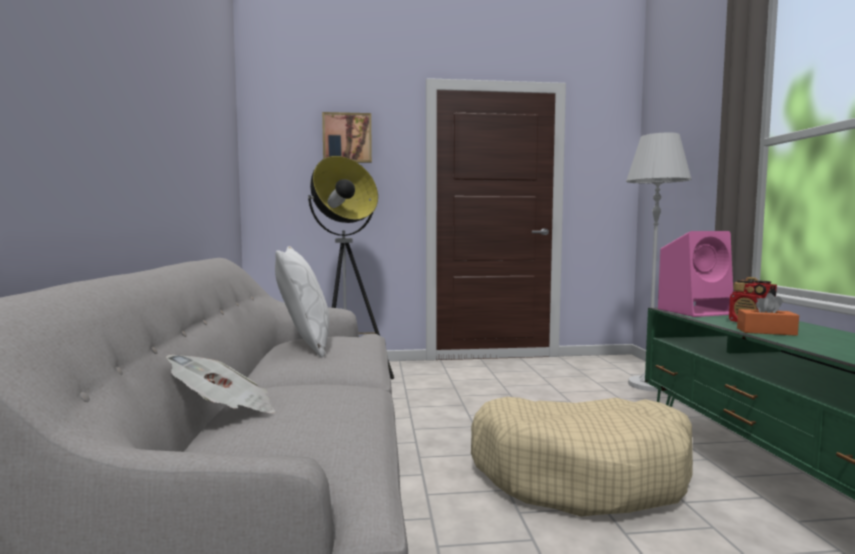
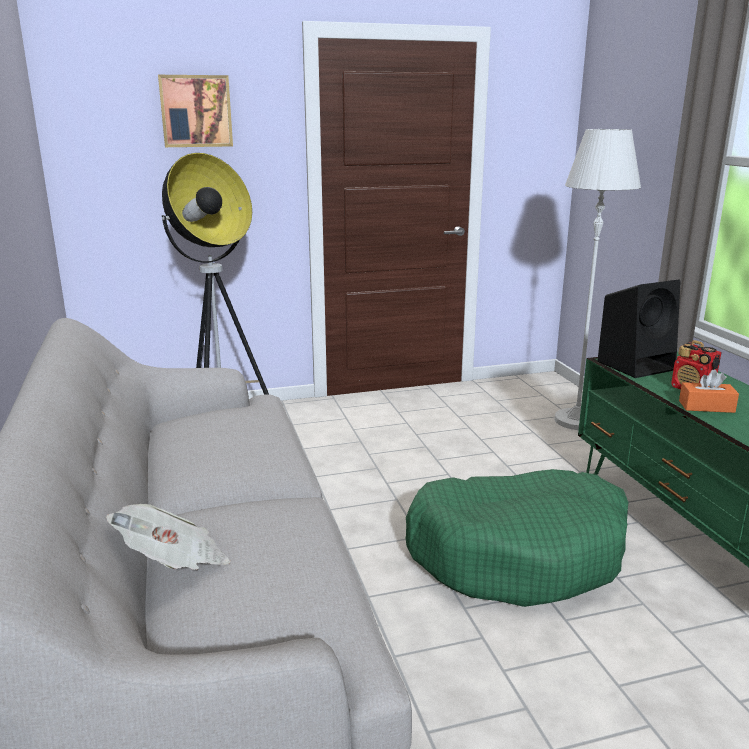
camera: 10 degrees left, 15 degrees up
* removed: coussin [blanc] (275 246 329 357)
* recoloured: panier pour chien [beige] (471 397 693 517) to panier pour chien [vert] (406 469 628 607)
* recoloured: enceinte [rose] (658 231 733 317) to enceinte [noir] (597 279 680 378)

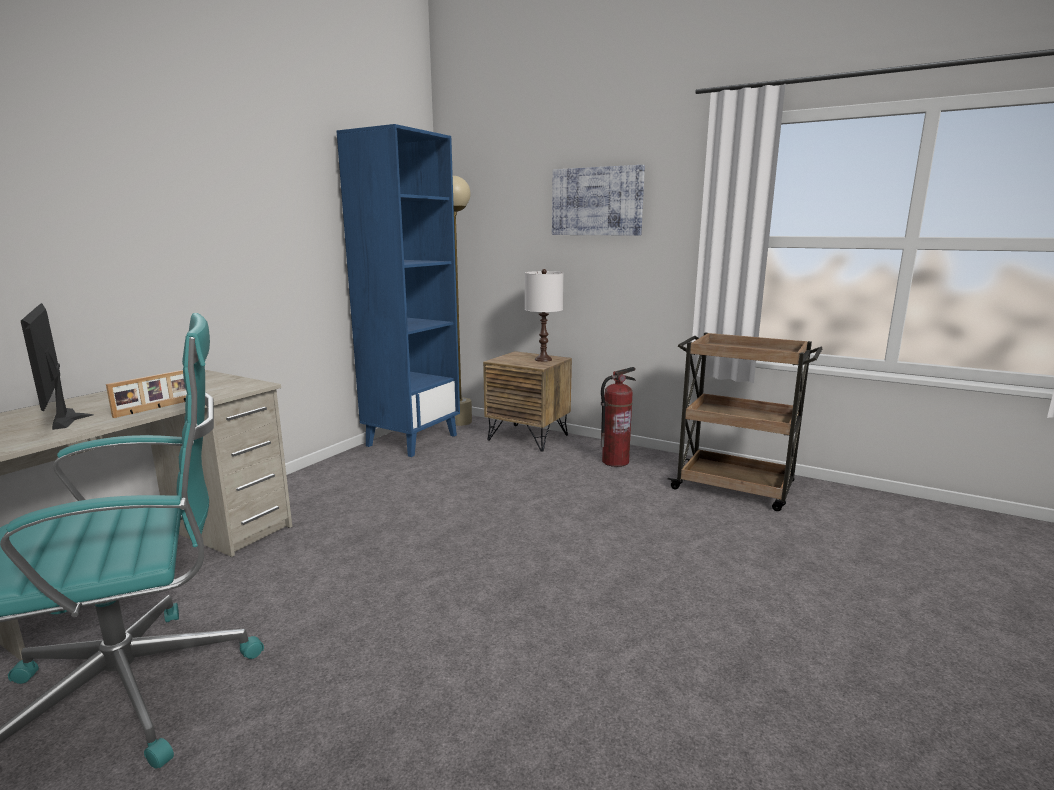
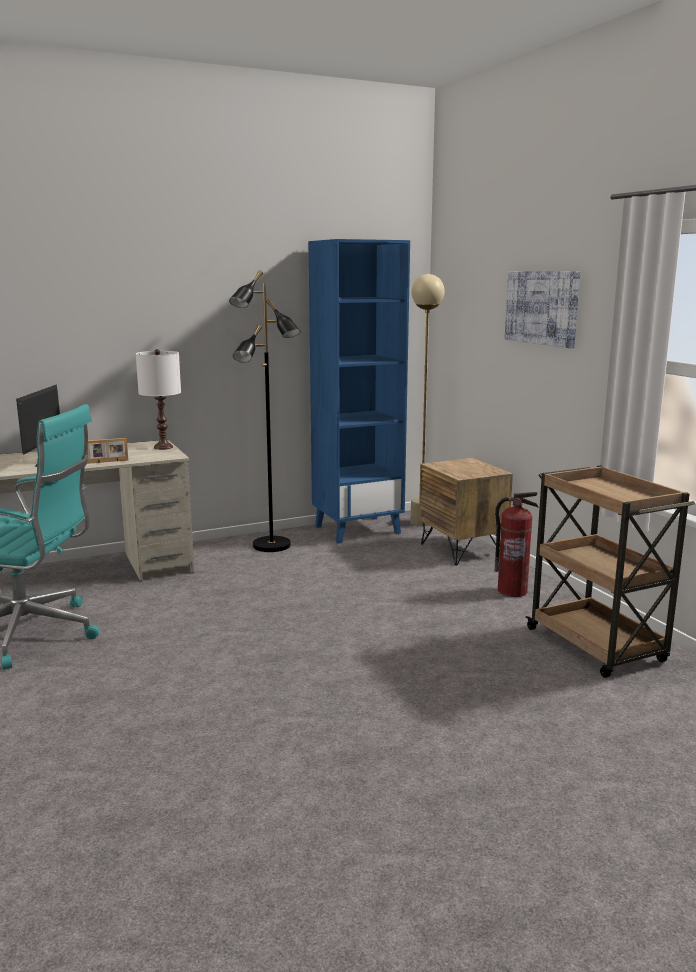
camera: 35 degrees right, 0 degrees up
* added: lampadaire [noir] (229 270 301 552)
* moved: lampe de table [blanc] (525 269 564 362) to (136 349 181 450)

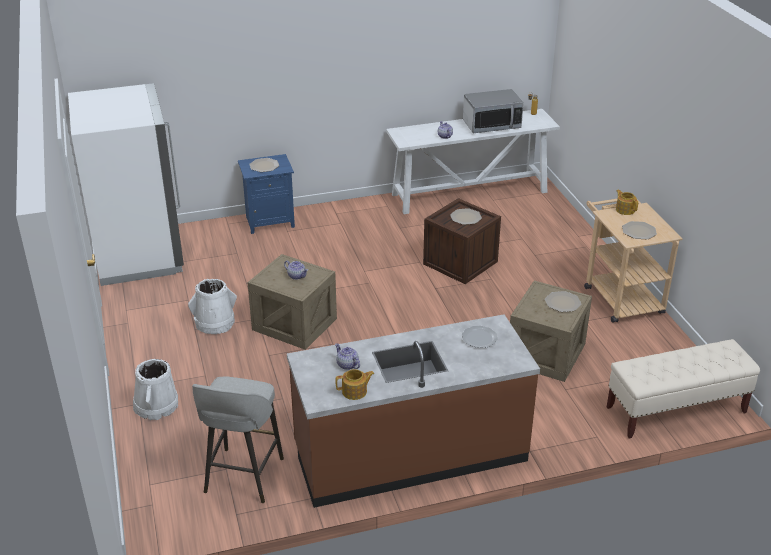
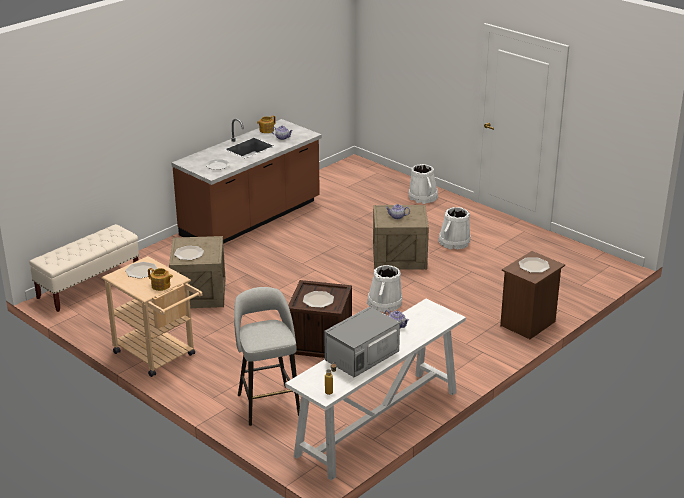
camera: 150 degrees right, 5 degrees down
* removed: réfrigérateur [blanc] (68 83 184 286)
* added: seau [blanc] (367 265 402 313)
* moved: tabouret [gris] (192 376 284 503) to (234 287 300 426)
* recoloured: table de chevet [bleu] (238 154 295 234) to table de chevet [marron] (500 251 565 339)

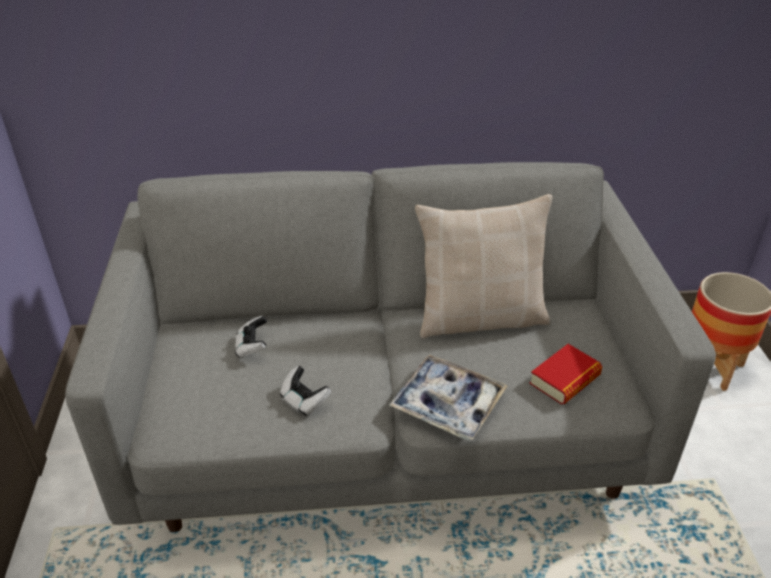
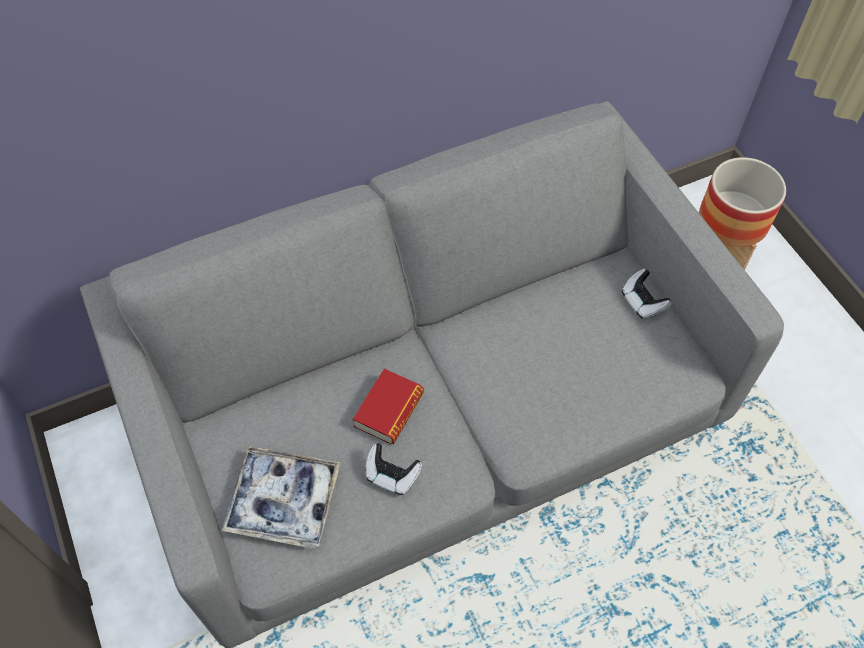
camera: 20 degrees left, 20 degrees up
* removed: coussin [beige] (415 194 552 338)
* moved: manette (235 316 267 358) to (621 269 672 319)
* moved: plateau (389 355 508 440) to (221 446 341 548)
* moved: livre (529 344 603 405) to (353 369 424 444)

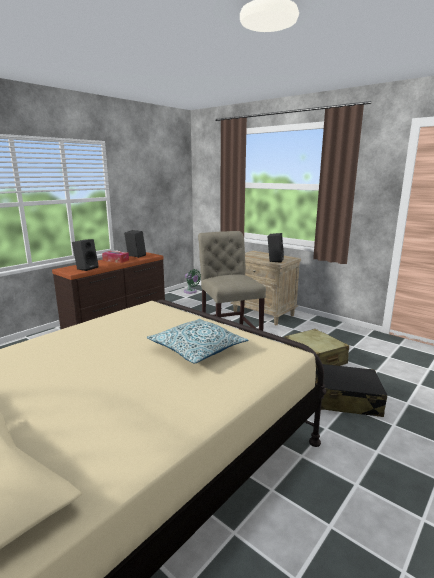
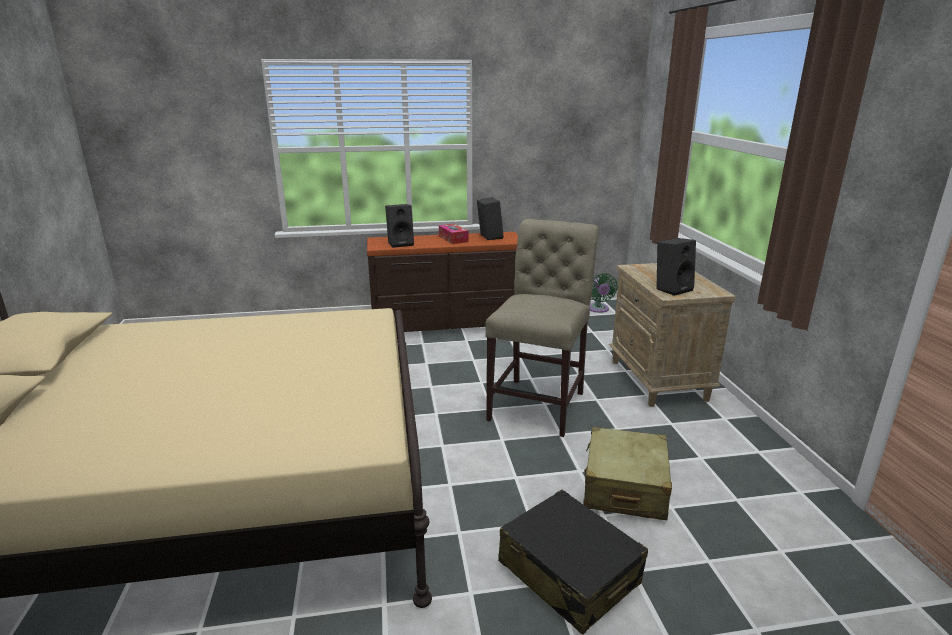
camera: 40 degrees right, 5 degrees up
* removed: coussin (146 319 248 364)

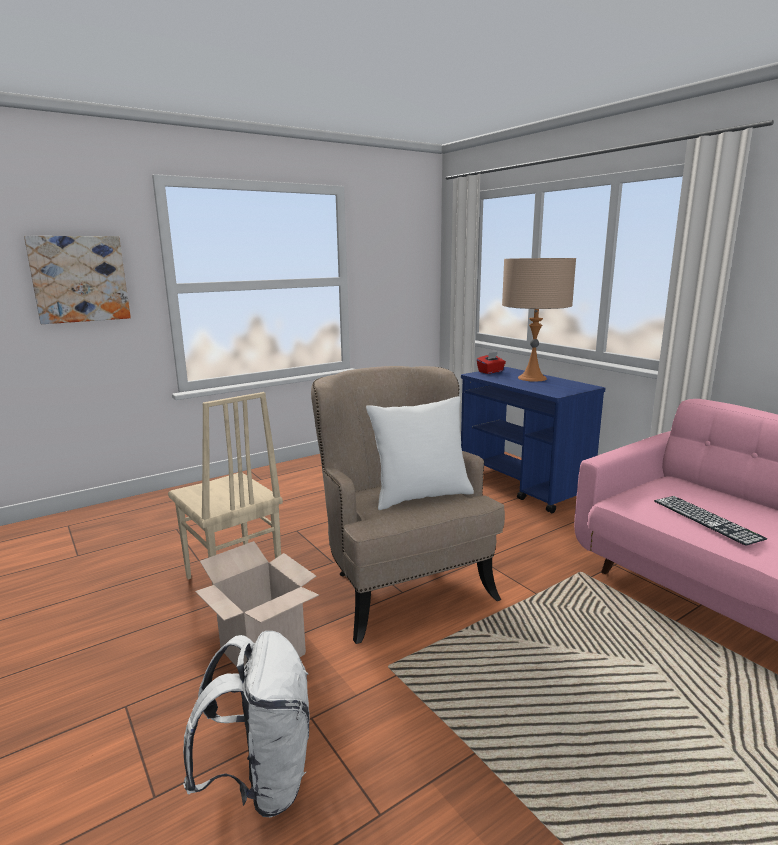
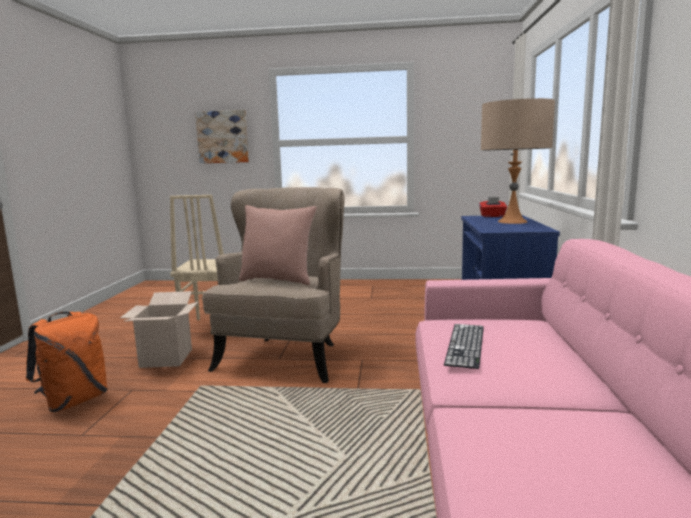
camera: 40 degrees right, 5 degrees down
* recoloured: sac à dos [blanc] (183 631 309 817) to sac à dos [orange] (26 312 108 412)
* recoloured: coussin [blanc] (366 396 474 510) to coussin [rose] (239 205 317 285)

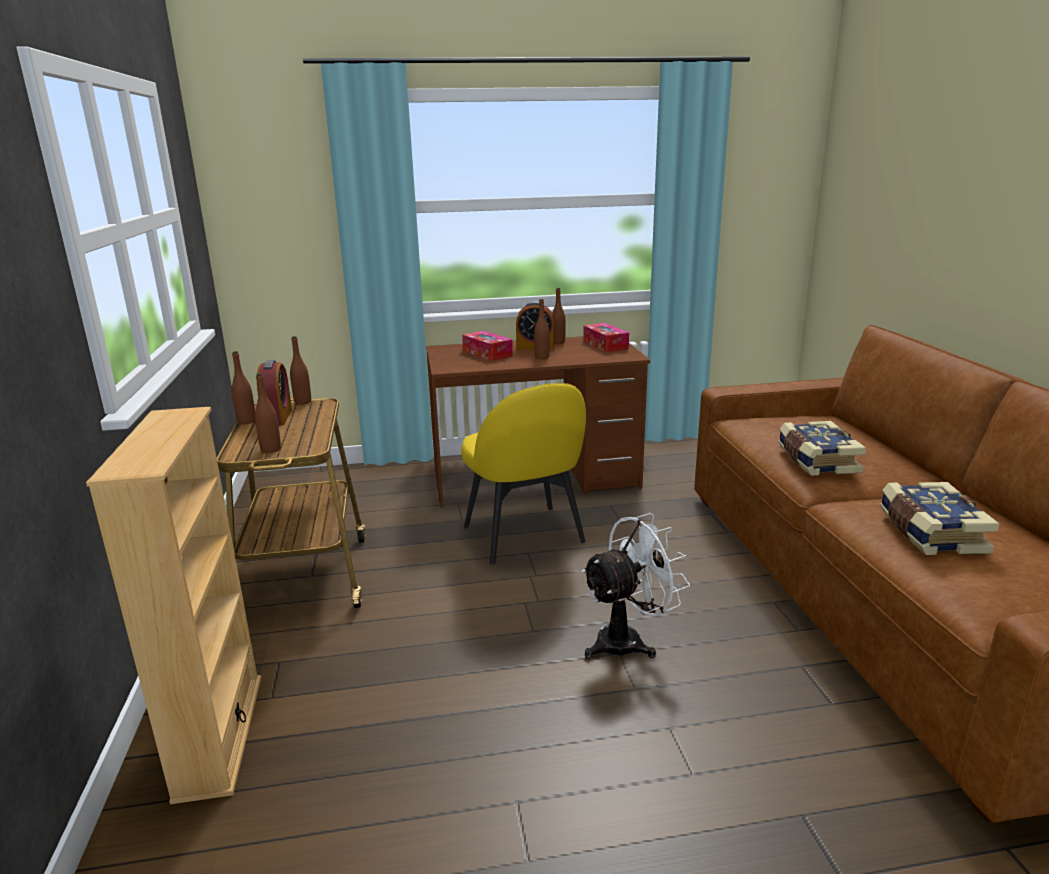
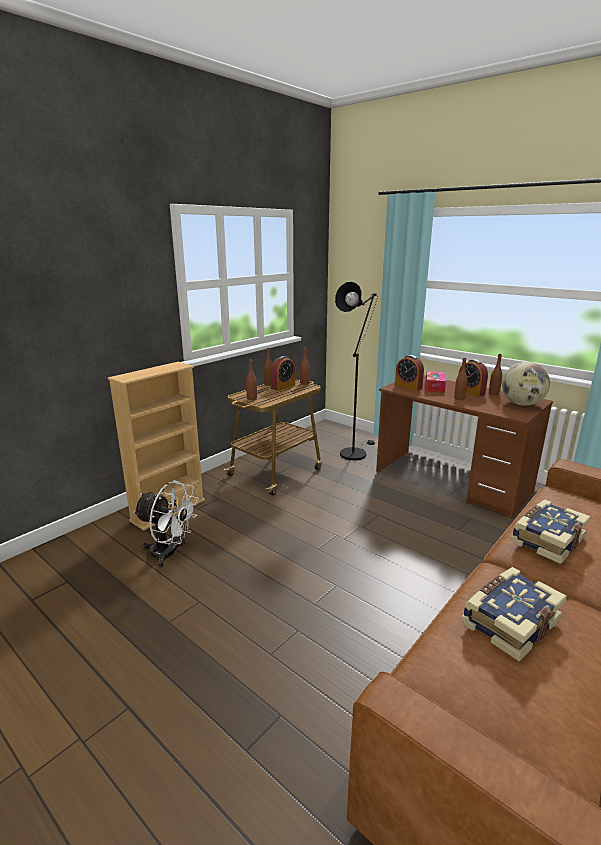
camera: 50 degrees right, 0 degrees up
* removed: chaise [jaune] (461 383 586 564)
* added: lampadaire [noir] (335 282 378 460)
* added: réveil (395 355 424 391)
* moved: ventilateur [blanc] (581 513 690 659) to (133 481 199 568)
* replaced: boîte à mouchoirs (583 323 629 352) to globe (502 362 550 406)

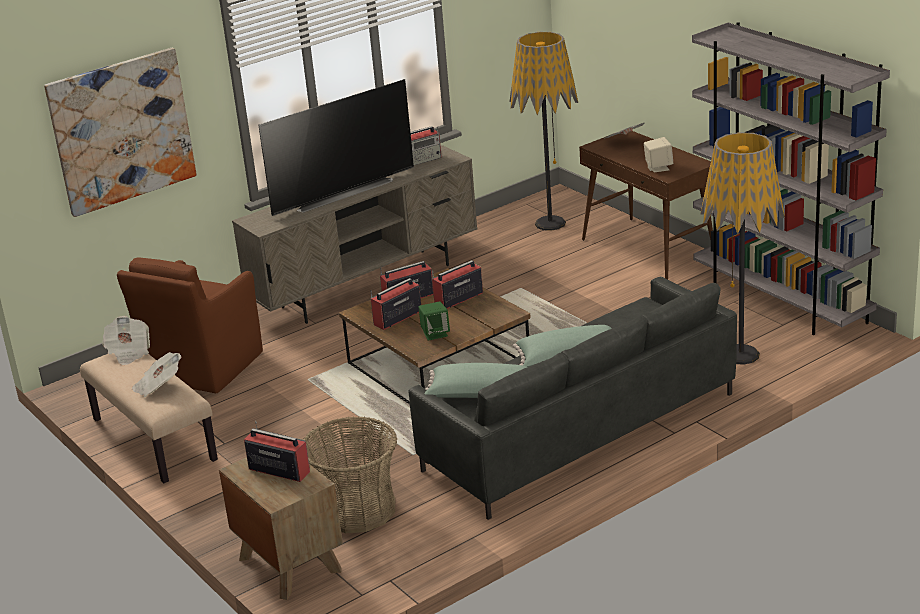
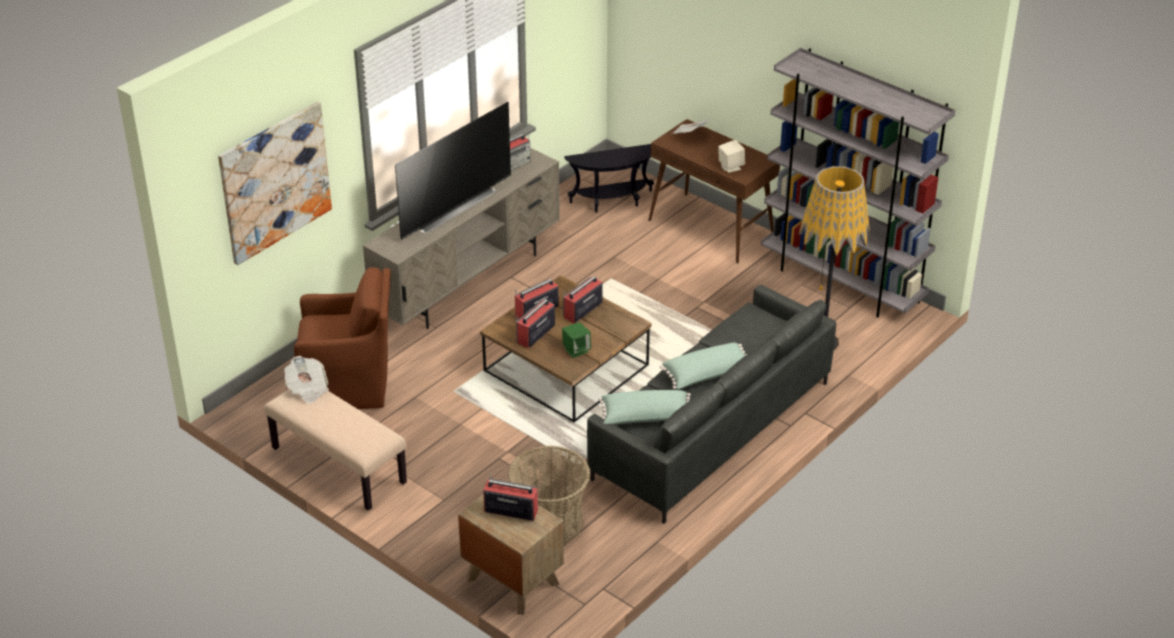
camera: 15 degrees left, 10 degrees up
* removed: journal (132 352 182 397)
* replaced: lampadaire (510 32 578 231) to table d'appoint [noir] (564 144 654 213)
* turned: fauteuil [marron] (117 258 263 393) = (294 267 391 409) 105 degrees counterclockwise

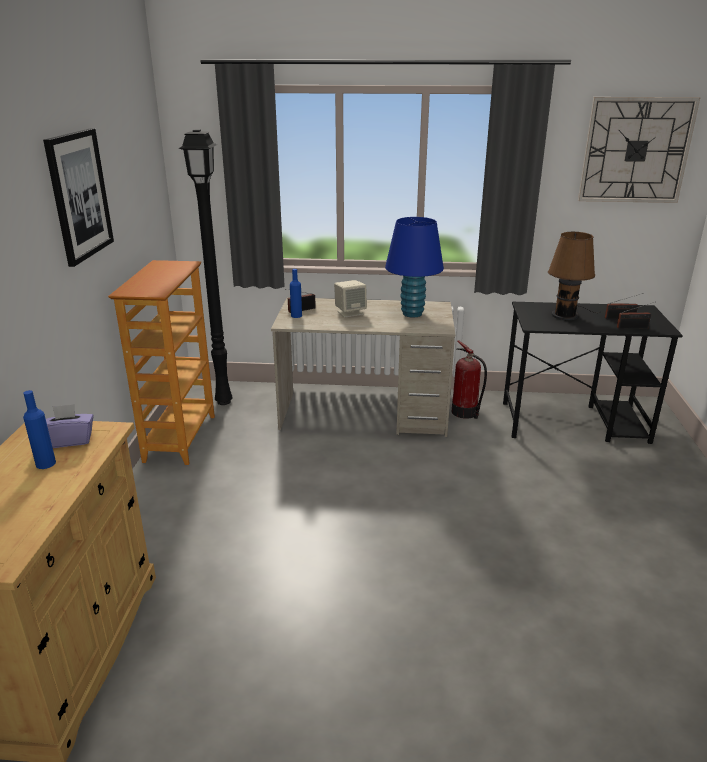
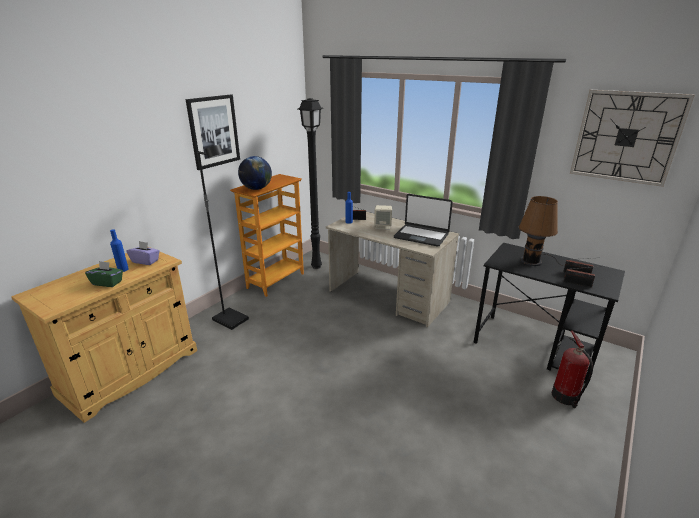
camera: 30 degrees right, 0 degrees up
* added: boîte à mouchoirs [vert] (85 261 123 287)
* added: lampadaire [noir] (197 145 249 330)
* added: globe (238 156 272 190)
* moved: extincteur (452 340 487 419) to (552 331 593 408)
* replaced: lampe de table [bleu] (385 217 444 318) to ordinateur portable (394 194 453 246)

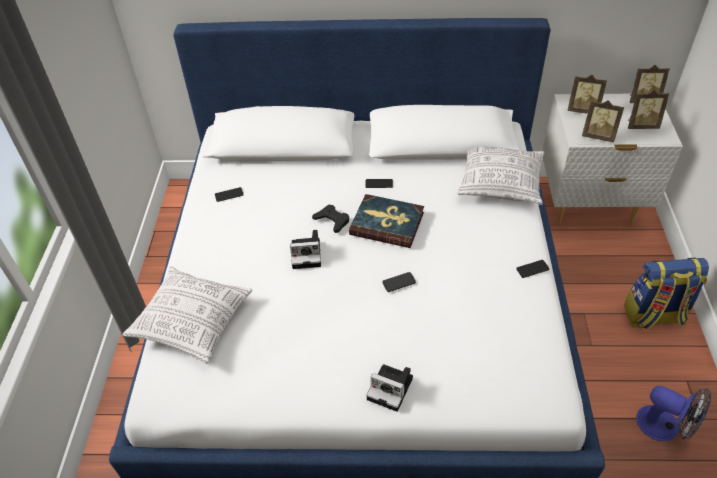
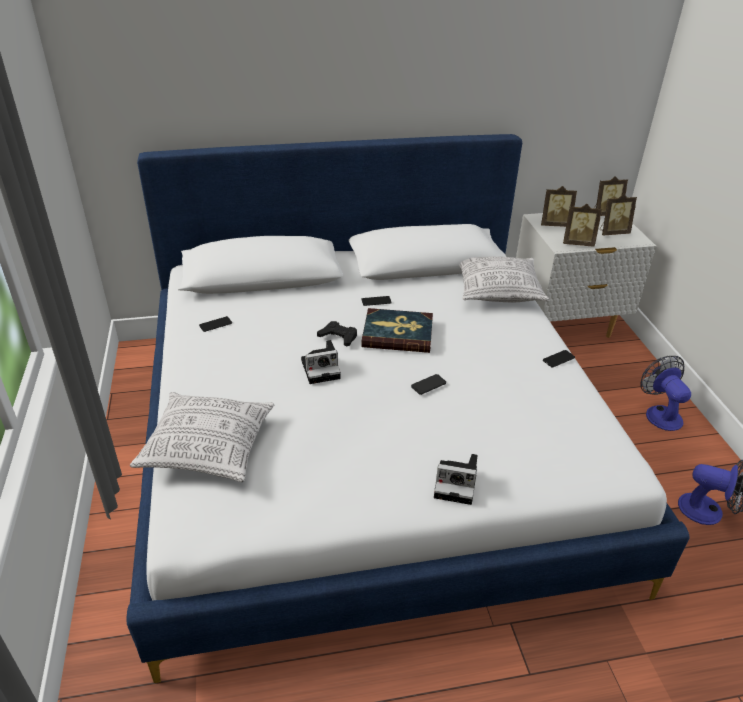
camera: 15 degrees left, 10 degrees down
* replaced: sac à dos (624 258 709 330) to ventilateur (640 356 691 431)

